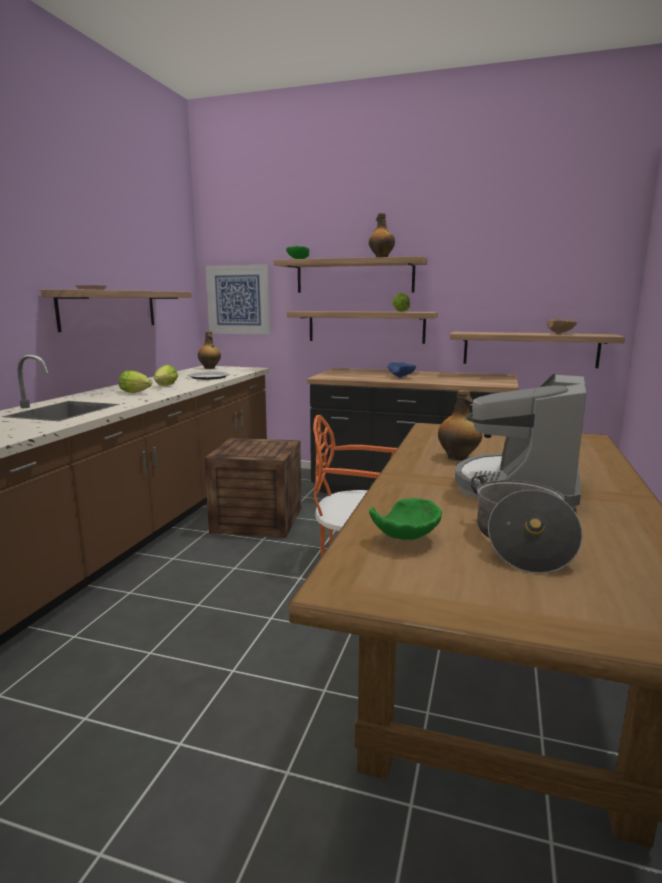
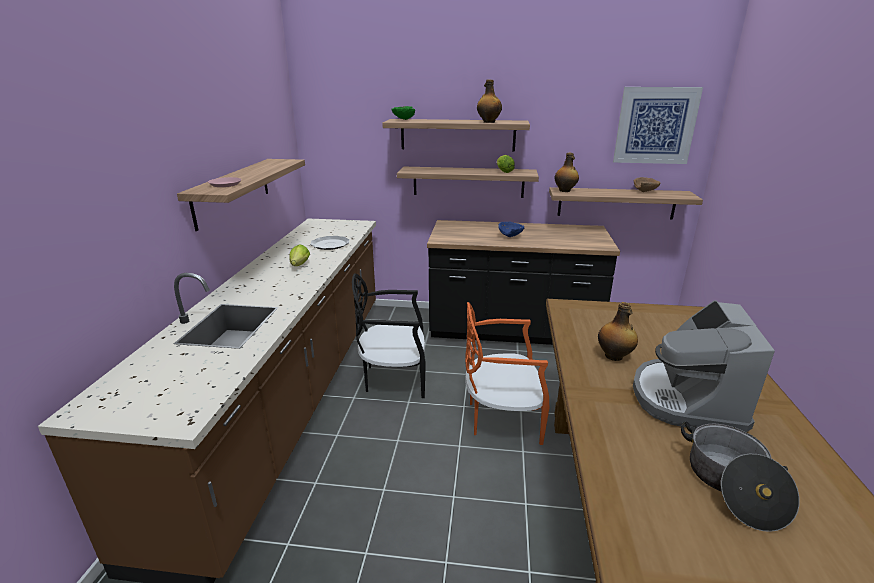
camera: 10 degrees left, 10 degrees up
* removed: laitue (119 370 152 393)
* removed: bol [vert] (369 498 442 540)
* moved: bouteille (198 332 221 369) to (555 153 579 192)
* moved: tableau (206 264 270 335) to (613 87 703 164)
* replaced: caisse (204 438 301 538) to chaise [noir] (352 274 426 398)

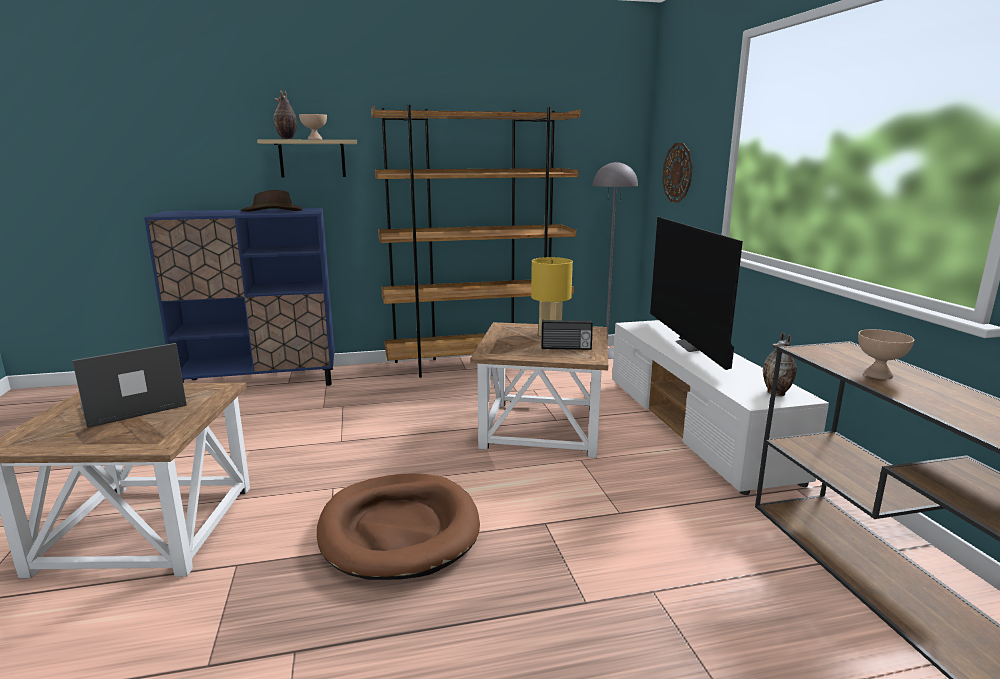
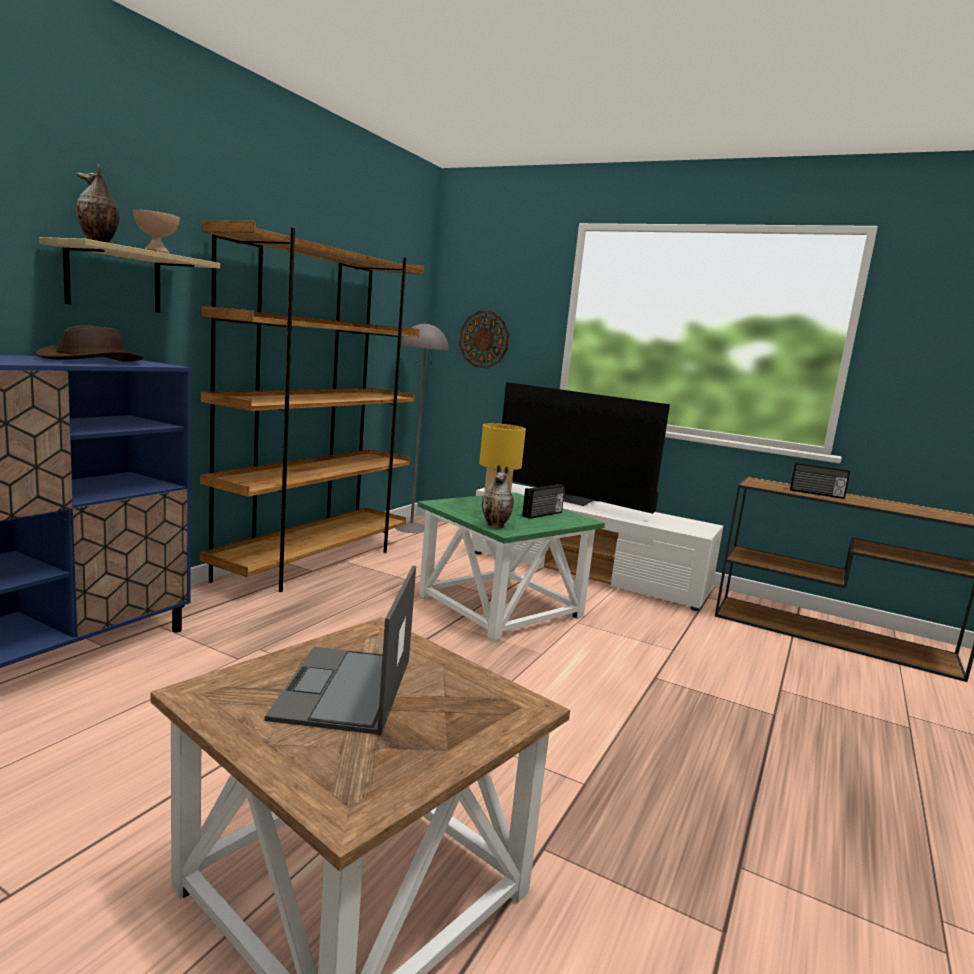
camera: 50 degrees left, 5 degrees down
* removed: panier pour chien [marron] (317 473 480 580)
* moved: vase (763 332 797 396) to (482 465 514 528)
* replaced: bol [beige] (858 329 914 380) to radio (790 462 850 499)
* recoloured: table d'appoint [marron] (470 322 608 458) to table d'appoint [vert] (418 492 605 642)

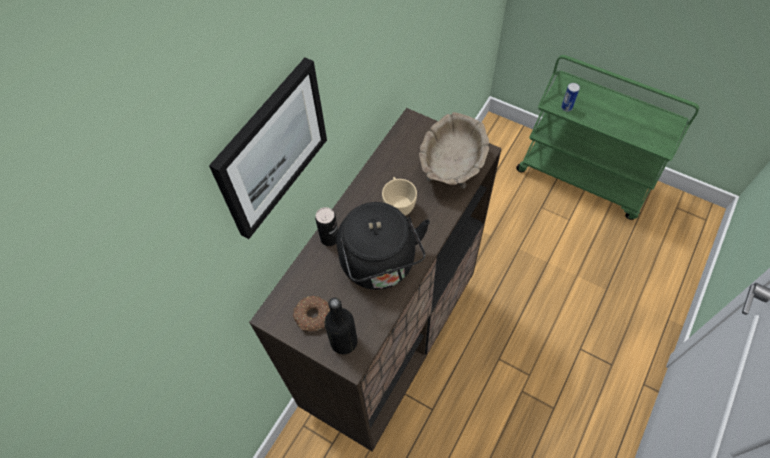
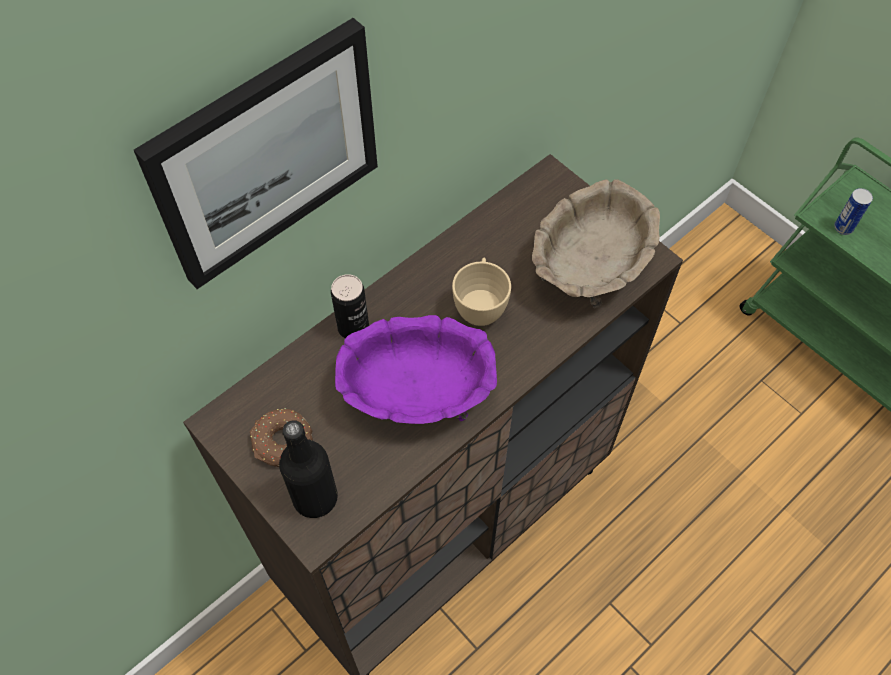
camera: 15 degrees right, 0 degrees up
* replaced: bouilloire [noir] (337 202 430 290) to bol [violet] (335 315 497 424)

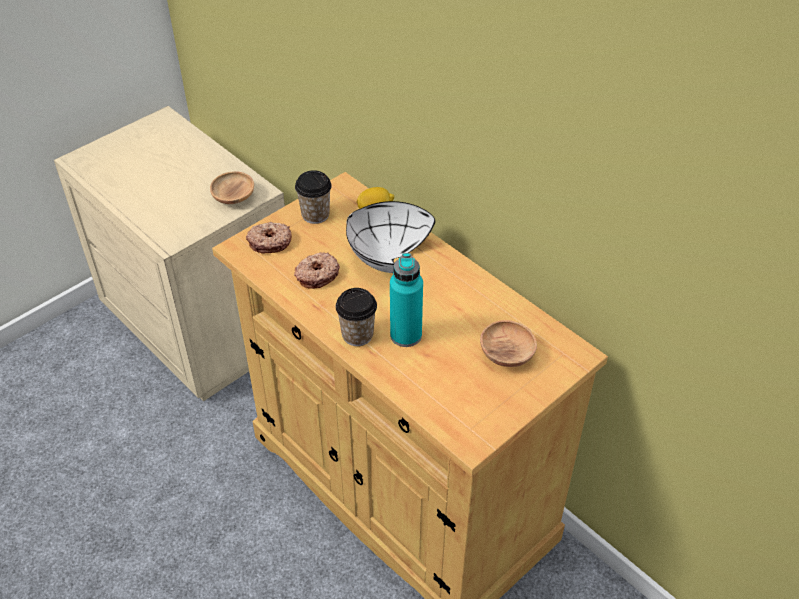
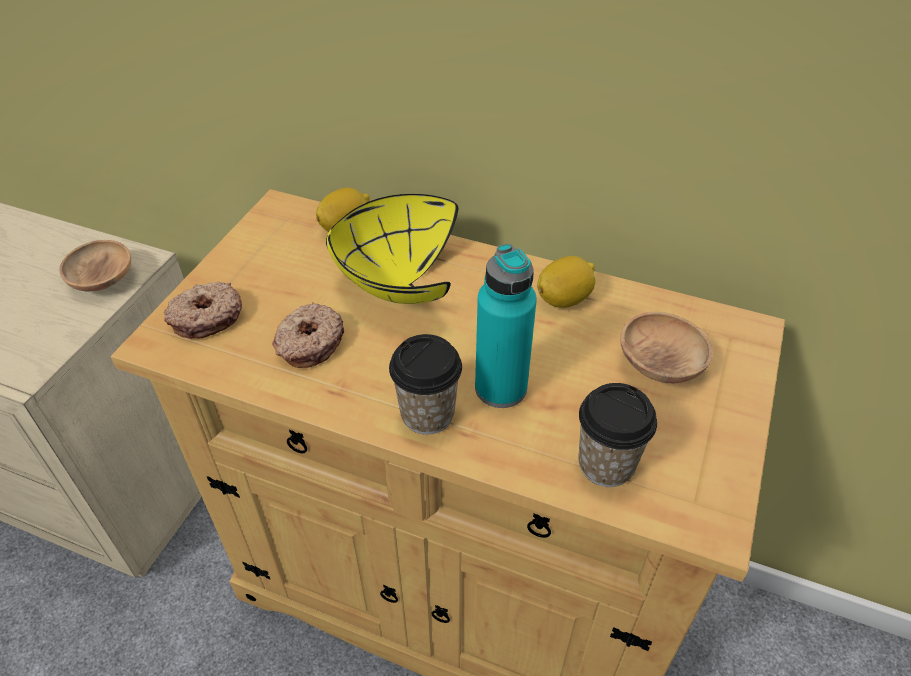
camera: 25 degrees left, 0 degrees up
* added: citron (537 256 595 308)
* moved: tasse (295 170 332 224) to (578 383 657 487)
* recoloured: bol [blanc] (346 201 435 273) to bol [jaune] (326 194 458 304)

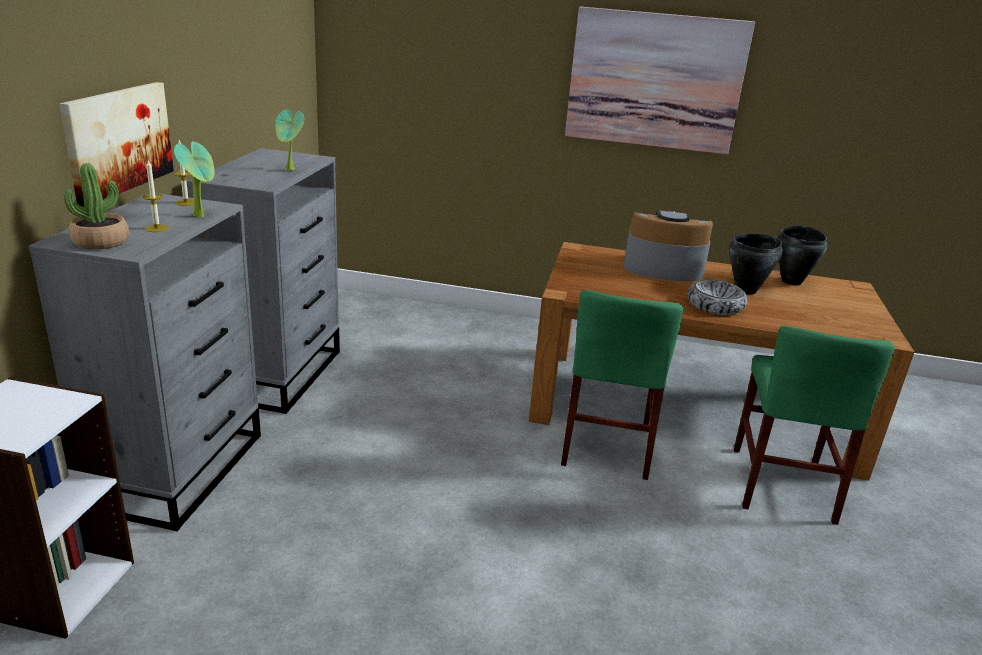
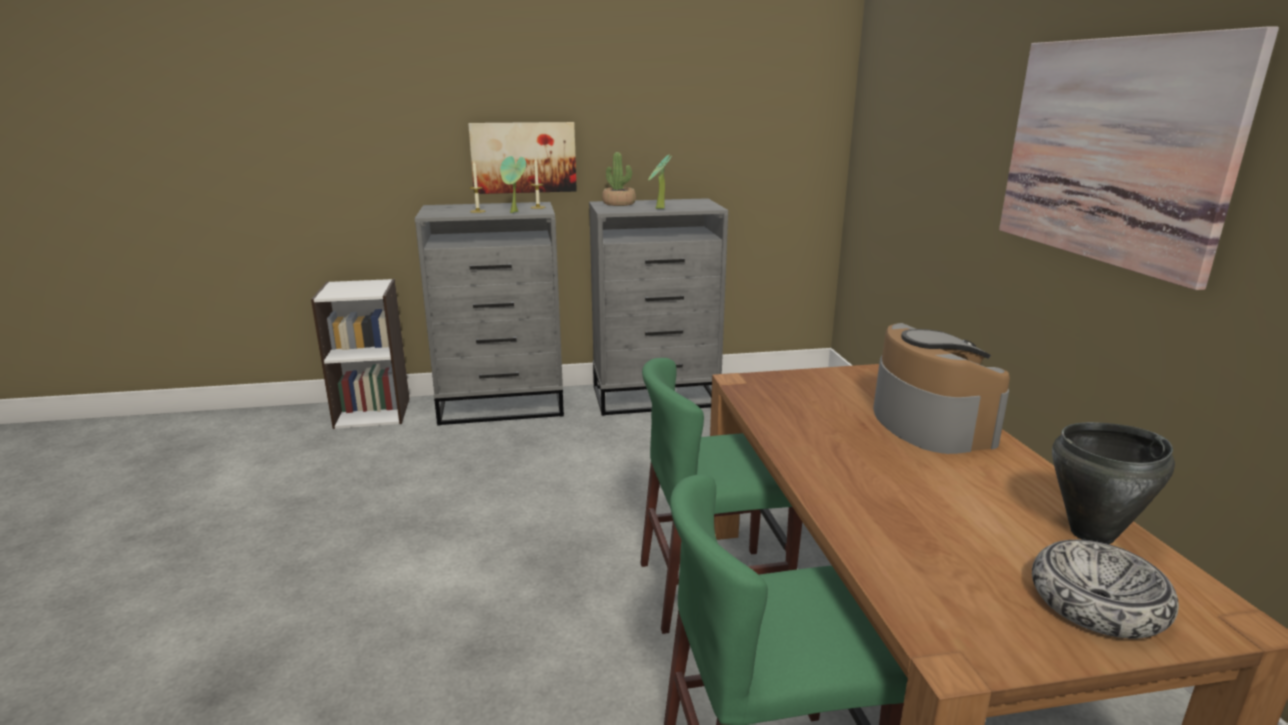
camera: 70 degrees right, 5 degrees down
* removed: marmite [noir] (729 234 783 294)
* moved: plante en pot (64 163 129 249) to (602 152 636 206)
* moved: bol (688 280 747 315) to (1032 540 1179 639)

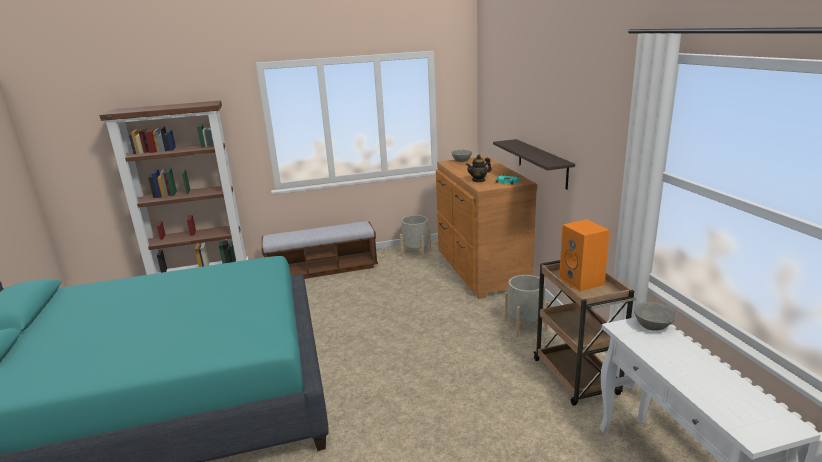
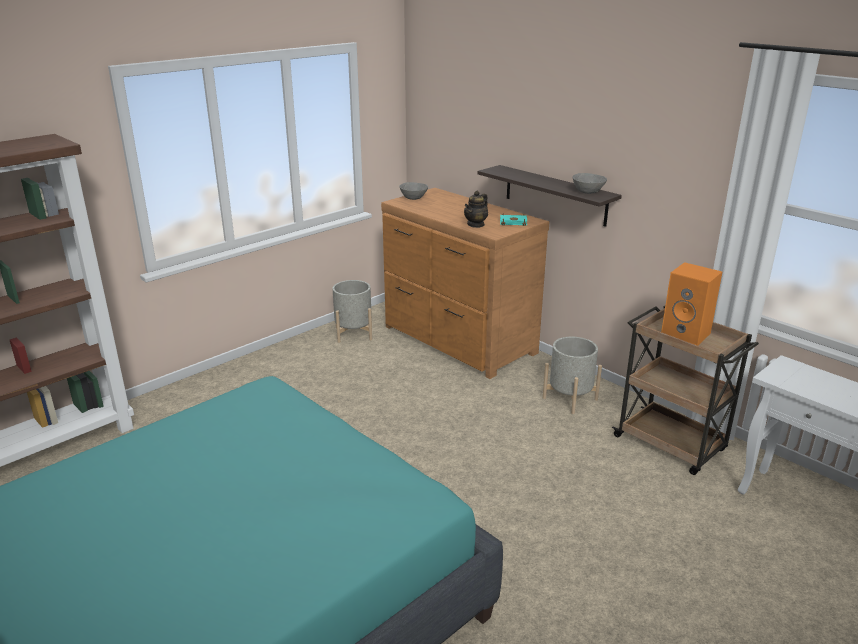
camera: 30 degrees left, 5 degrees up
* removed: banc (261 221 378 279)
* moved: bol [gris] (634 302 676 330) to (573 173 607 194)

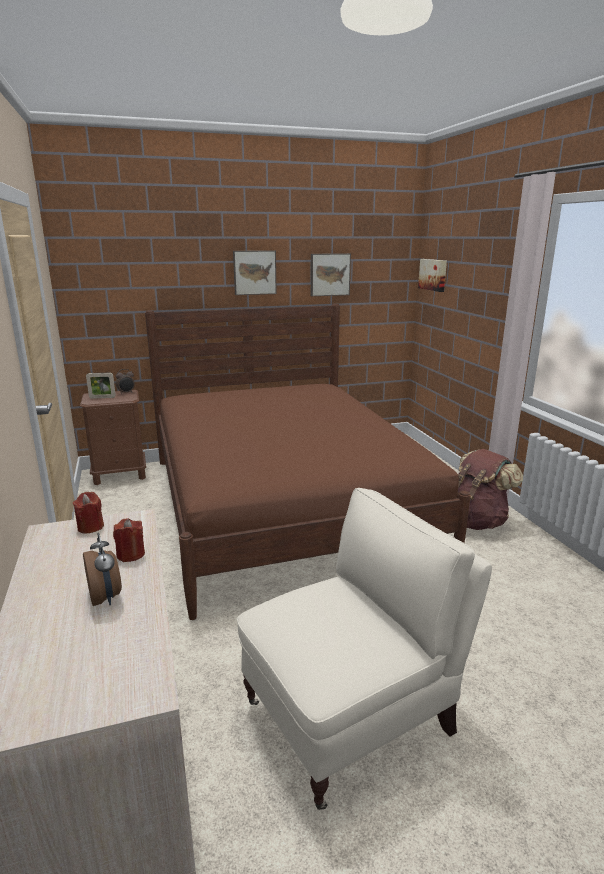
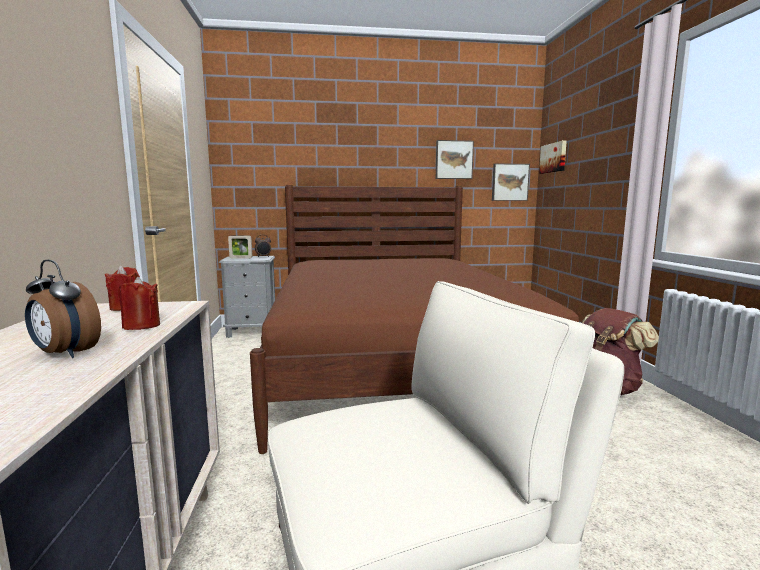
camera: 10 degrees right, 10 degrees down
* moved: tableau (233 250 277 295) to (492 163 530 201)
* recoloured: table de chevet [marron] (80 390 146 485) to table de chevet [gris] (219 256 275 338)
* turned: réveil (83 533 122 606) = (25 260 101 358) 135 degrees clockwise

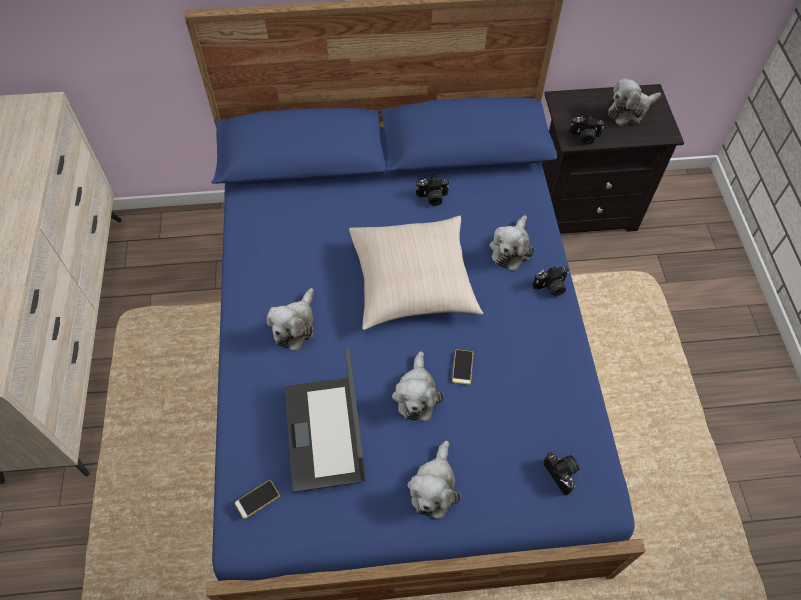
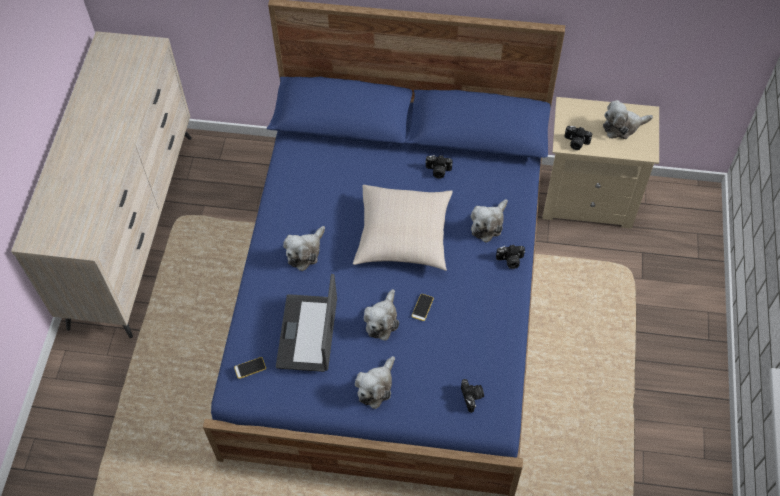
camera: 15 degrees right, 0 degrees up
* recoloured: table de chevet [noir] (541 84 684 234) to table de chevet [beige] (542 97 659 229)

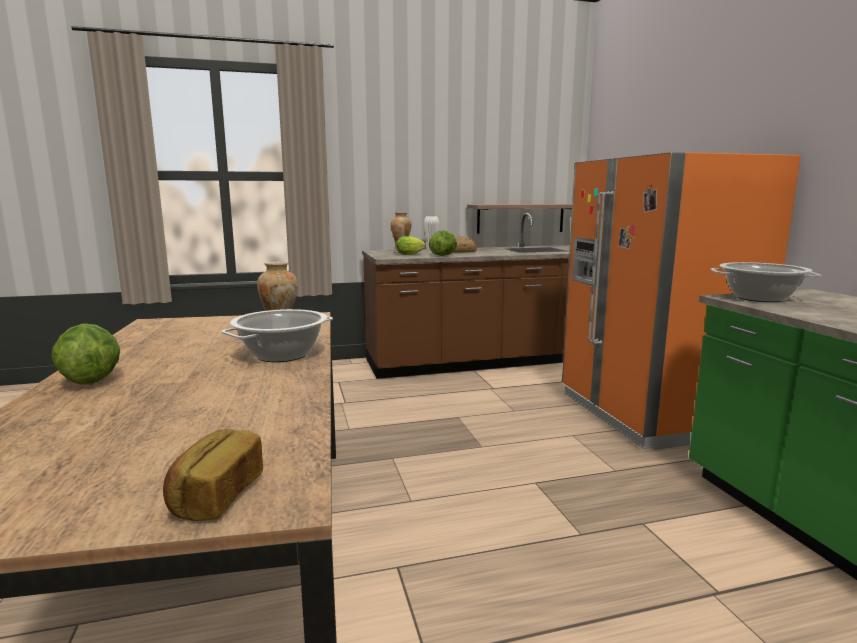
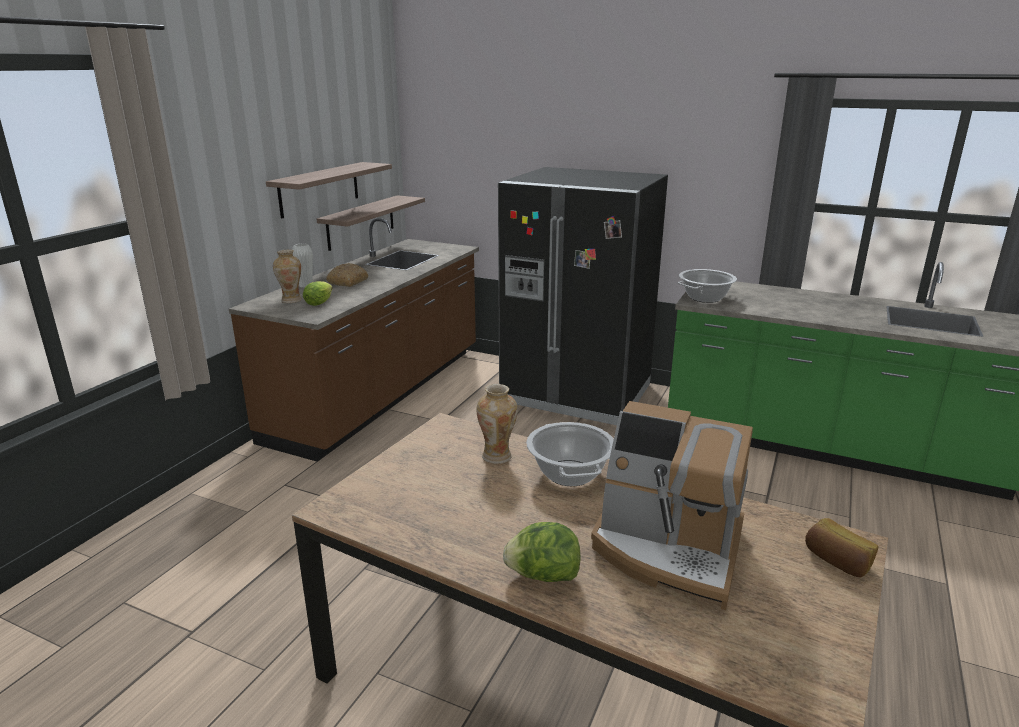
camera: 50 degrees left, 10 degrees up
* removed: laitue (429 230 457 256)
* added: étagère (266 162 392 219)
* added: machine à café (591 401 753 610)
* recoloured: réfrigérateur [orange] (562 152 801 450) to réfrigérateur [noir] (498 167 668 425)

